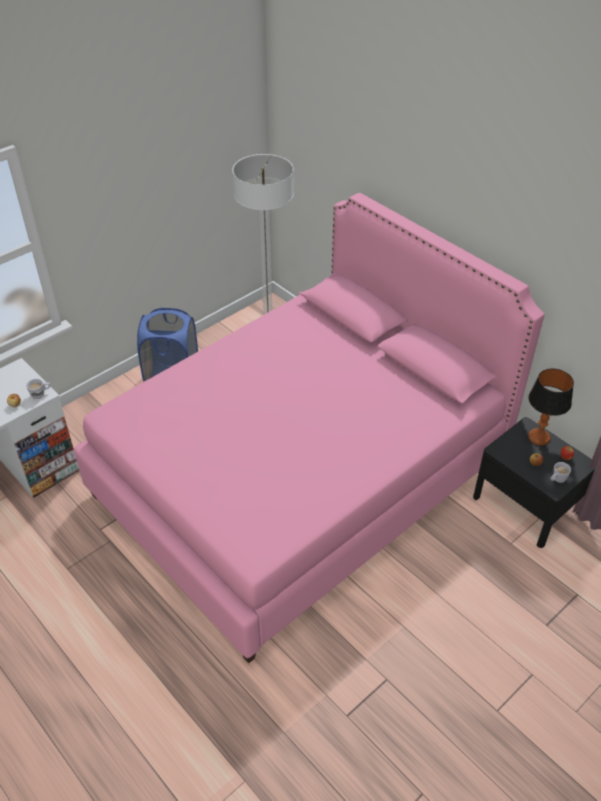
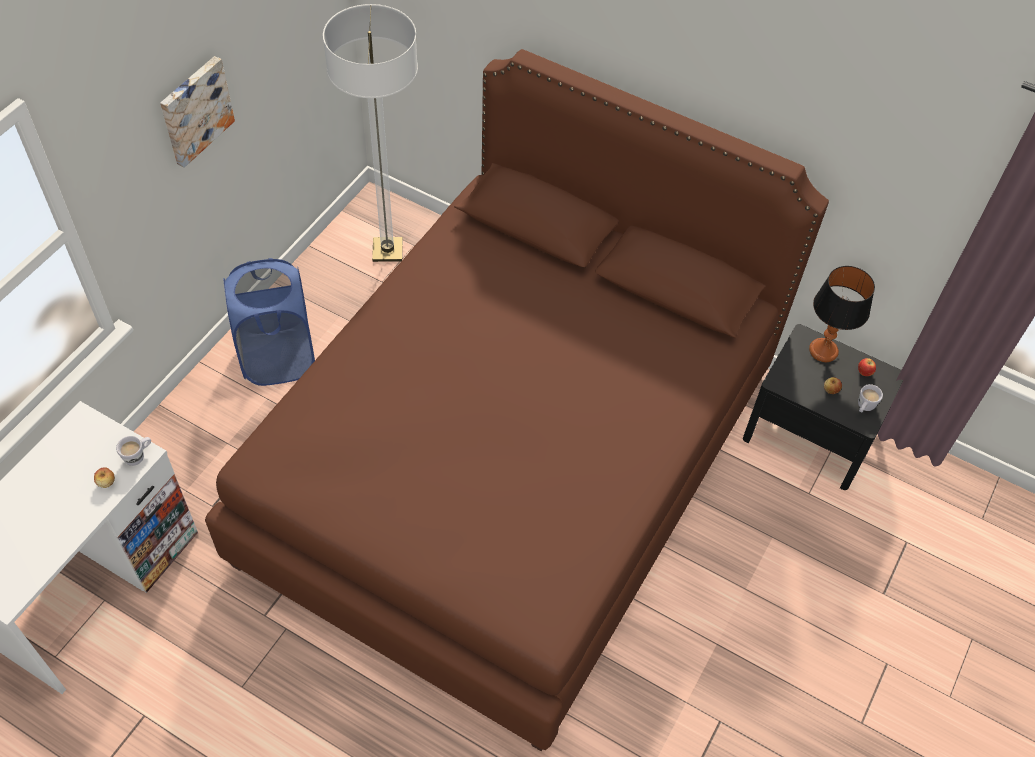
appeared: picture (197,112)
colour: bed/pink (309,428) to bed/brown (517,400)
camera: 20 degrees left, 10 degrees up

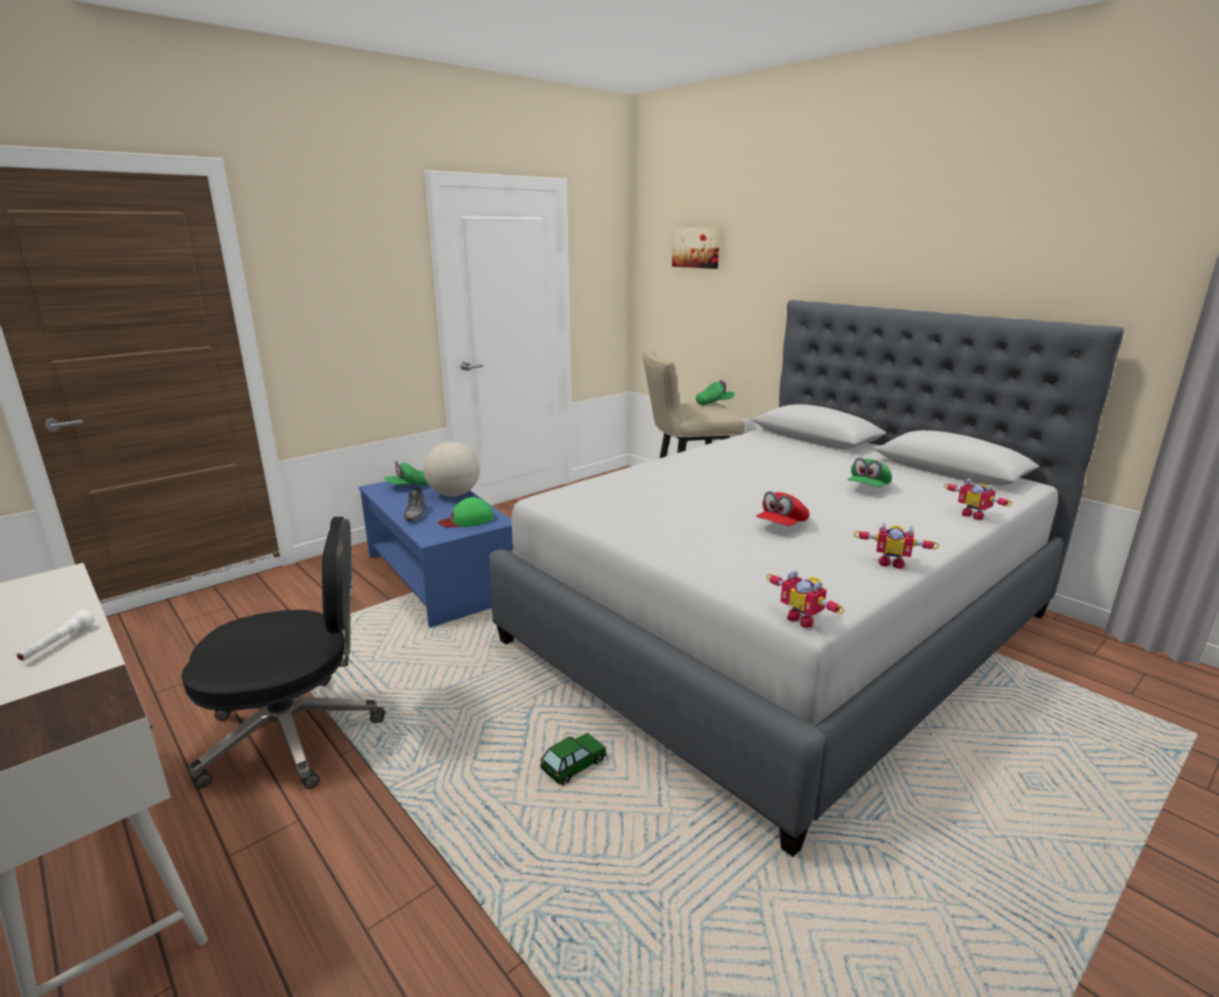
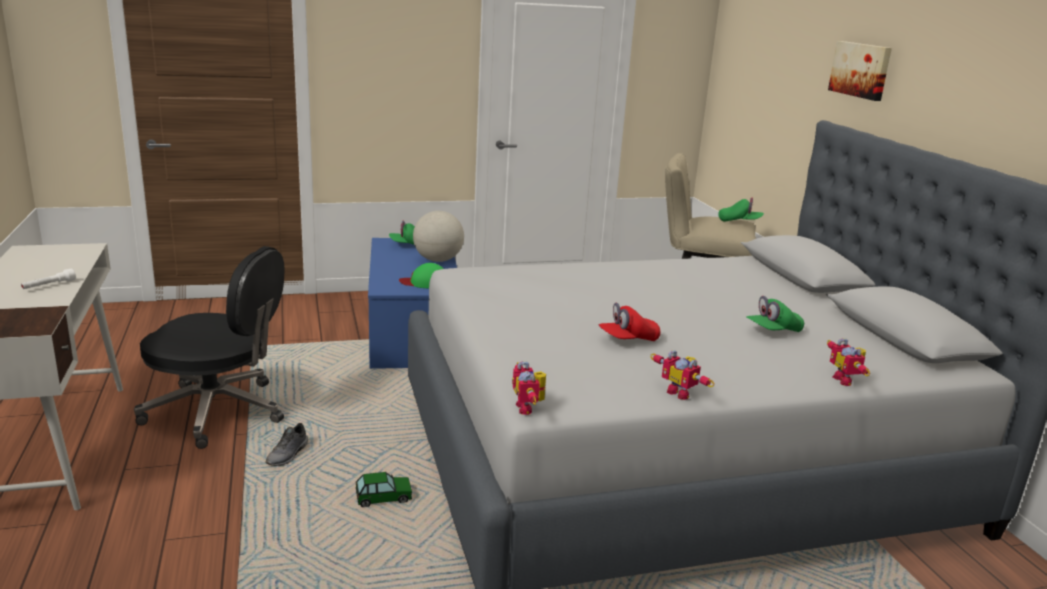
relocated: picture (696,248) to (860,71); shoe/grey (415,504) to (286,444)
camera: 25 degrees right, 0 degrees up

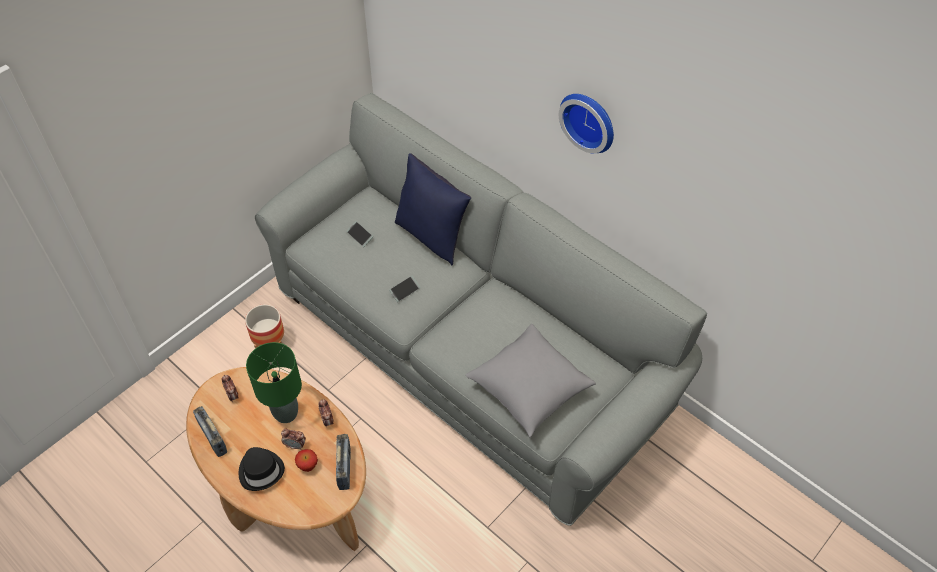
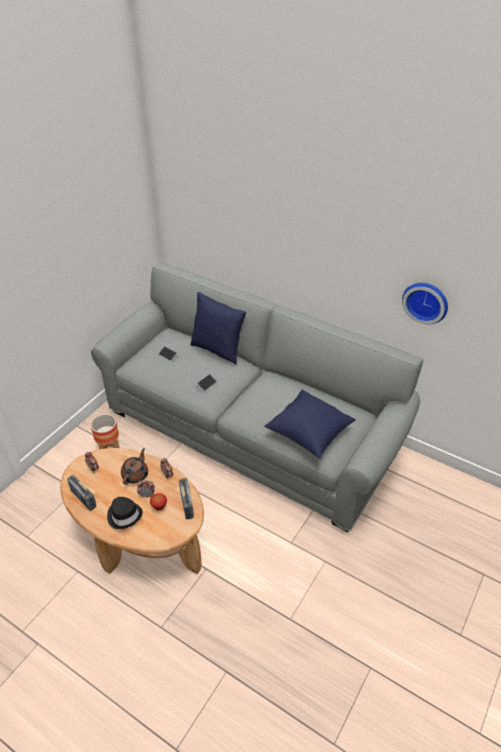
relocated: wall clock (586,123) to (425,303)
exchanged: table lamp/green (274,382) to teapot/brown (134,466)
colour: pillow/grey (530,381) to pillow/blue (310,424)
camera: 10 degrees left, 10 degrees down

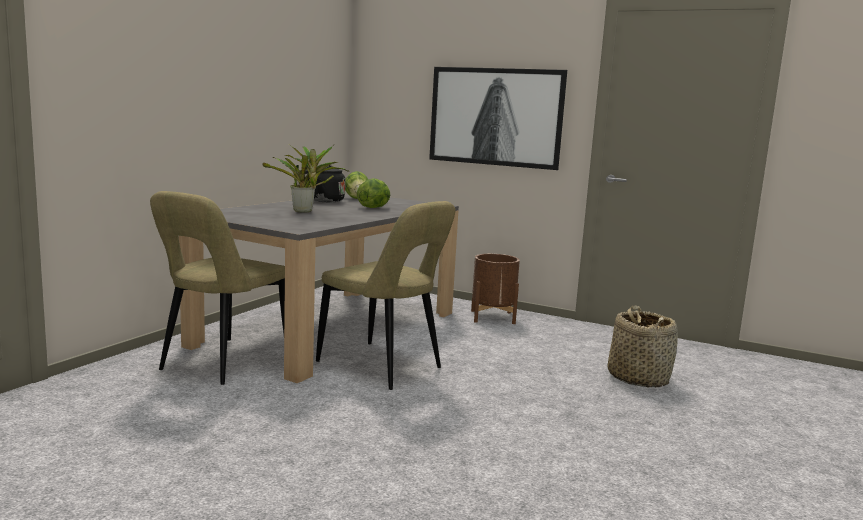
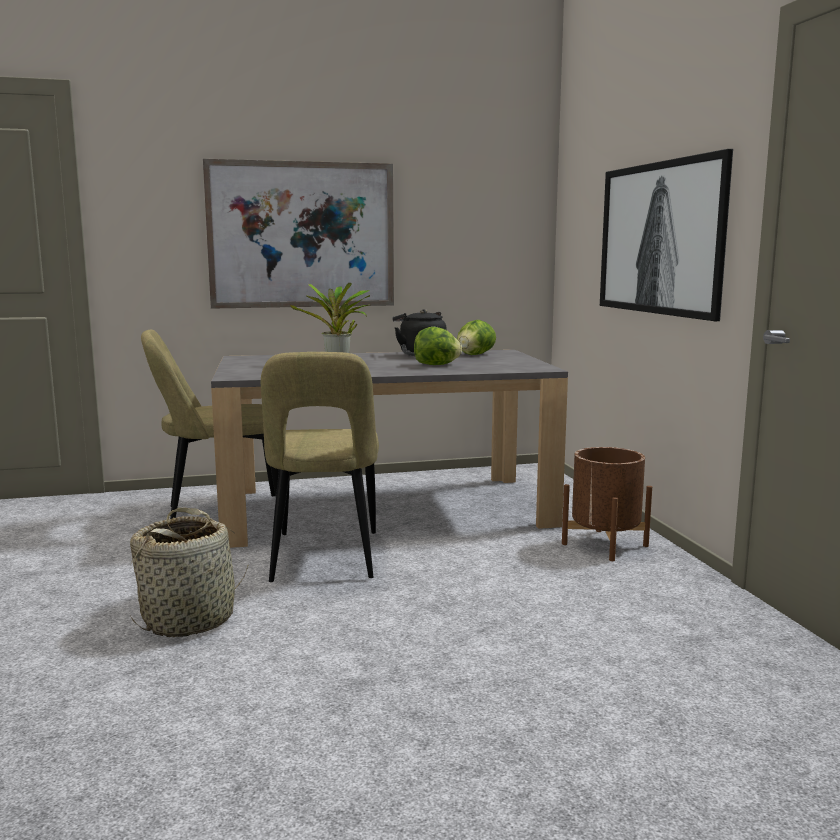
appeared: picture (298,234)
relocated: basket (643,346) to (189,572)
camera: 50 degrees right, 0 degrees up

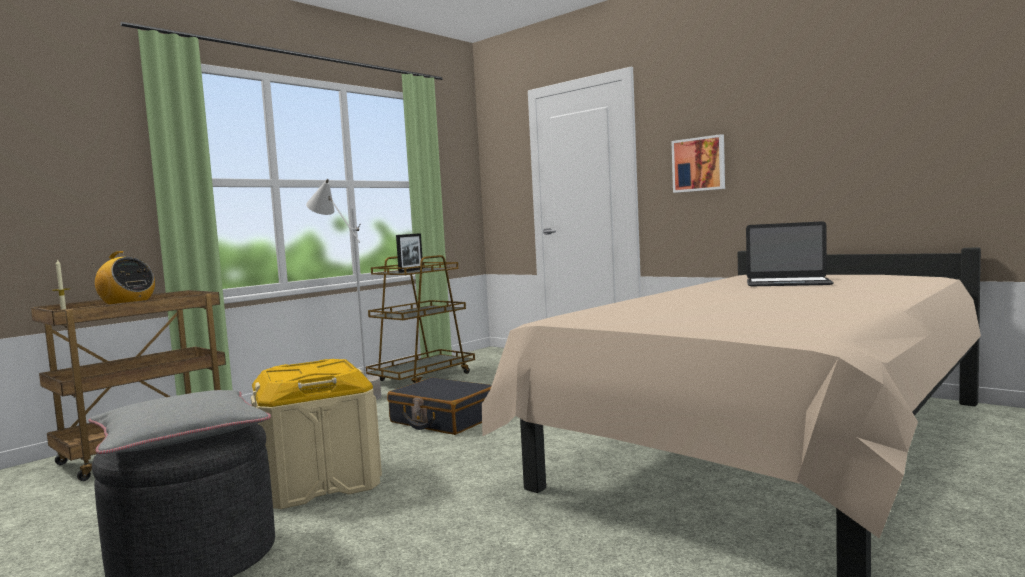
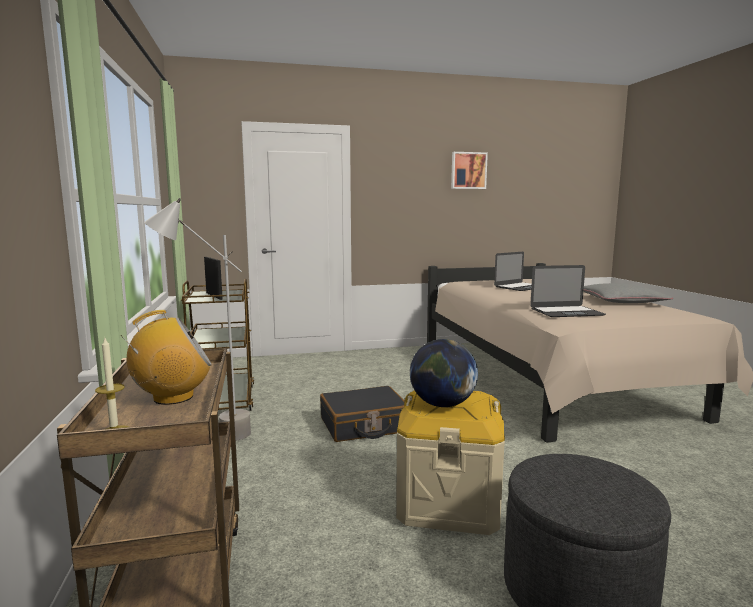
appeared: laptop (568,291); globe (444,373)
relocated: picture (698,163) to (469,170); pillow/grey (180,422) to (628,293)
camera: 55 degrees left, 5 degrees up

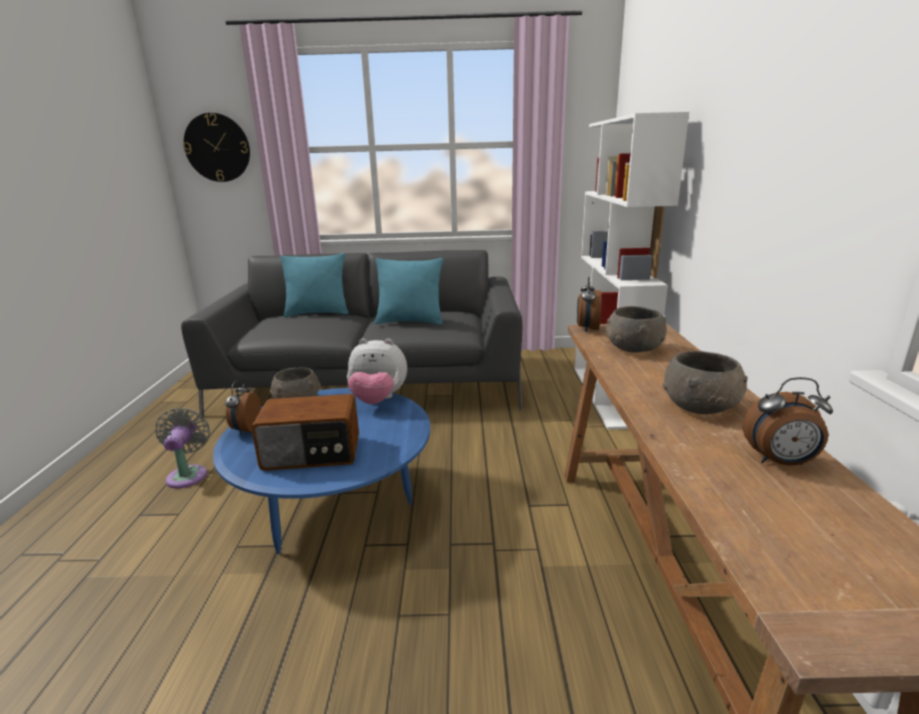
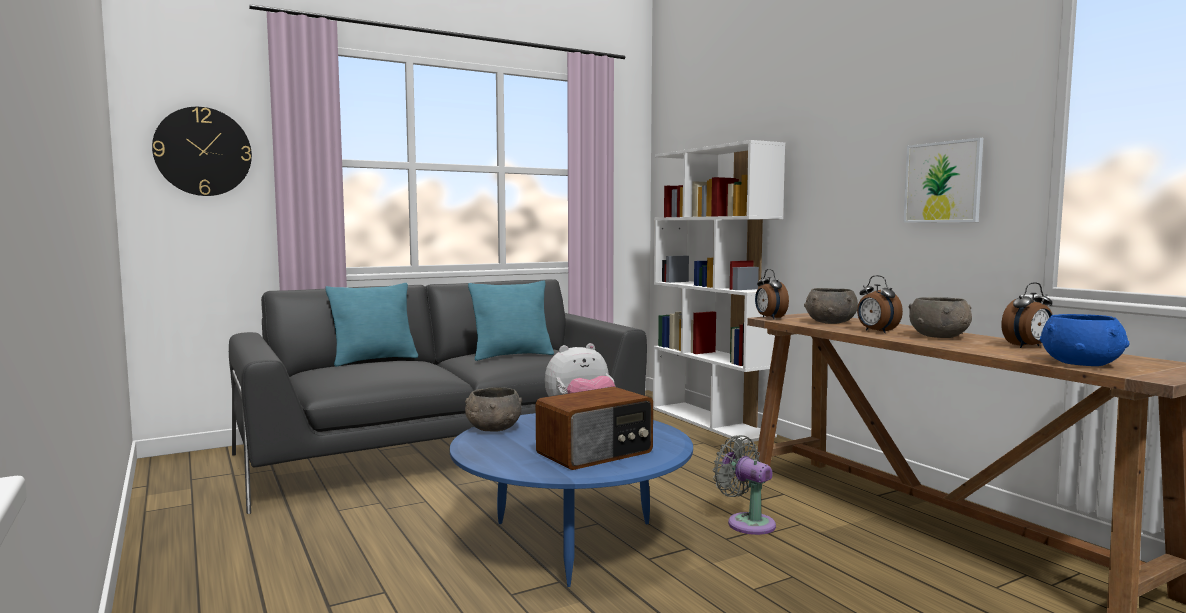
appeared: picture (943,180); bowl/blue (1085,340)
relocated: alarm clock (243,407) to (880,304); fan/grey (182,448) to (744,485)
camera: 30 degrees left, 15 degrees down

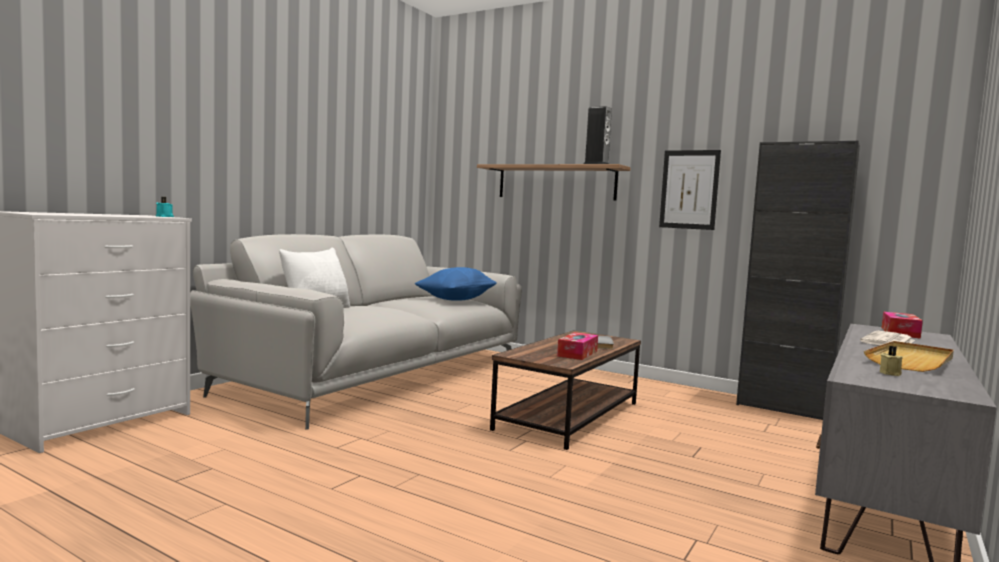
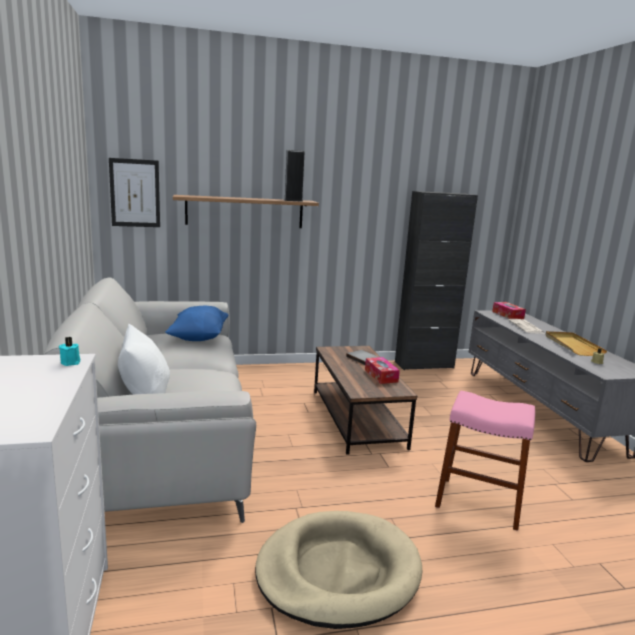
appeared: stool/pink (485,461); dog bed/beige (338,570)
relocated: picture (690,190) to (134,192)
camera: 45 degrees left, 10 degrees up

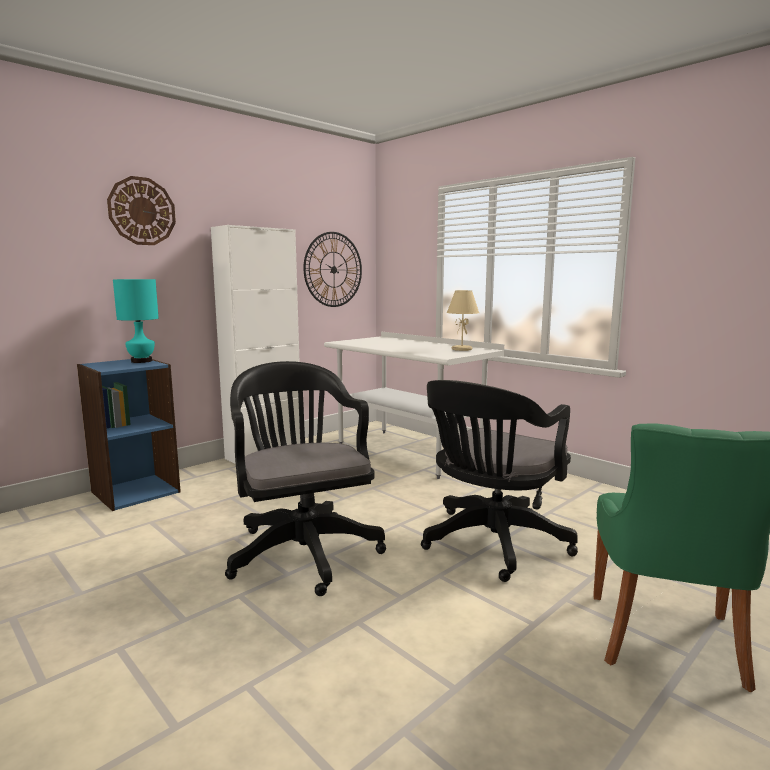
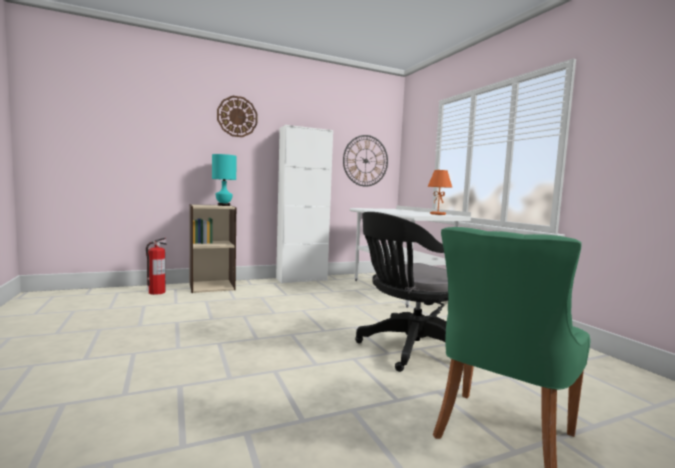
missing: office chair/black (305,478)
appeared: fire extinguisher (156,266)
colour: table lamp/beige (463,320) to table lamp/orange (439,192); bookcase/blue (129,435) to bookcase/beige (212,248)
camera: 20 degrees right, 5 degrees down

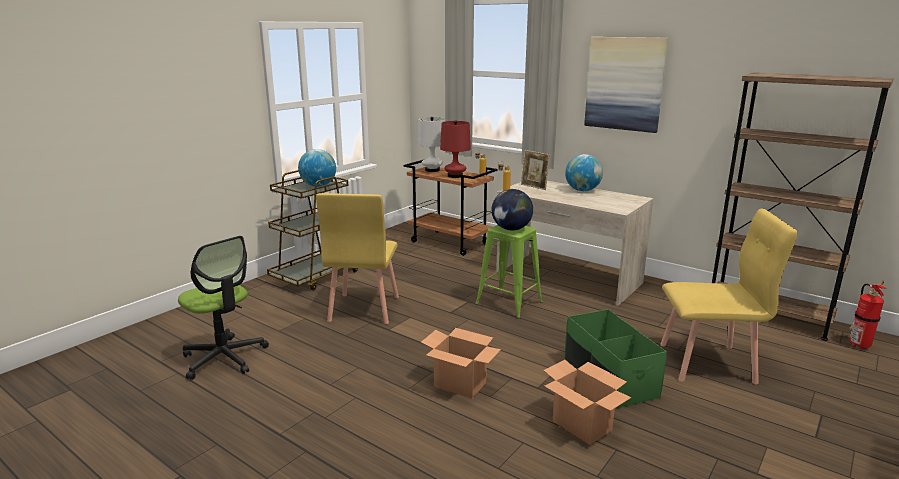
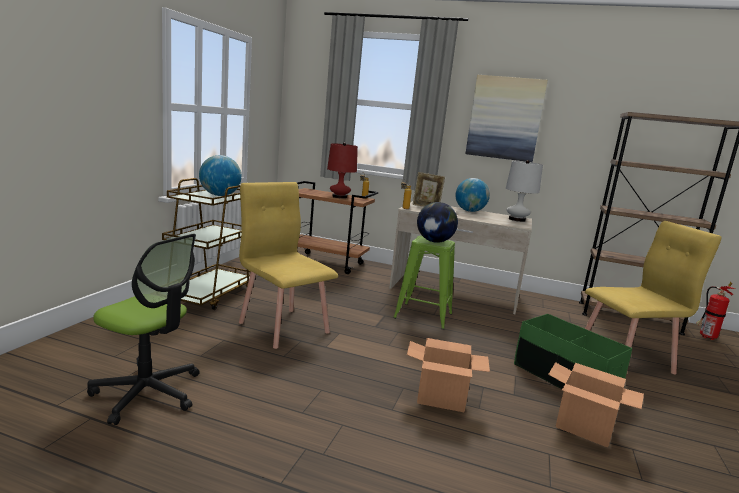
relocated: table lamp/white (432,144) to (524,191)
spun: chair/yellow (357,258) = (288,265) 150 degrees clockwise
camera: 20 degrees left, 5 degrees down

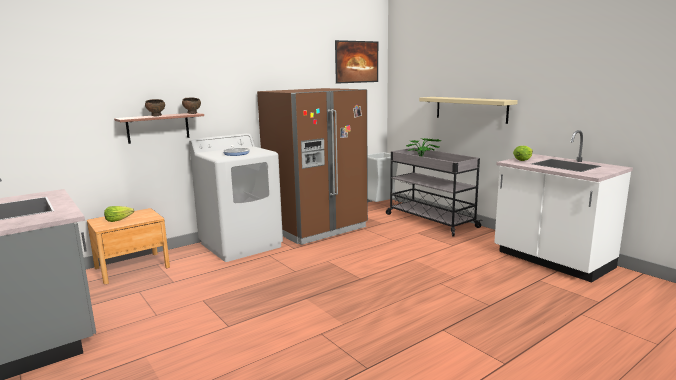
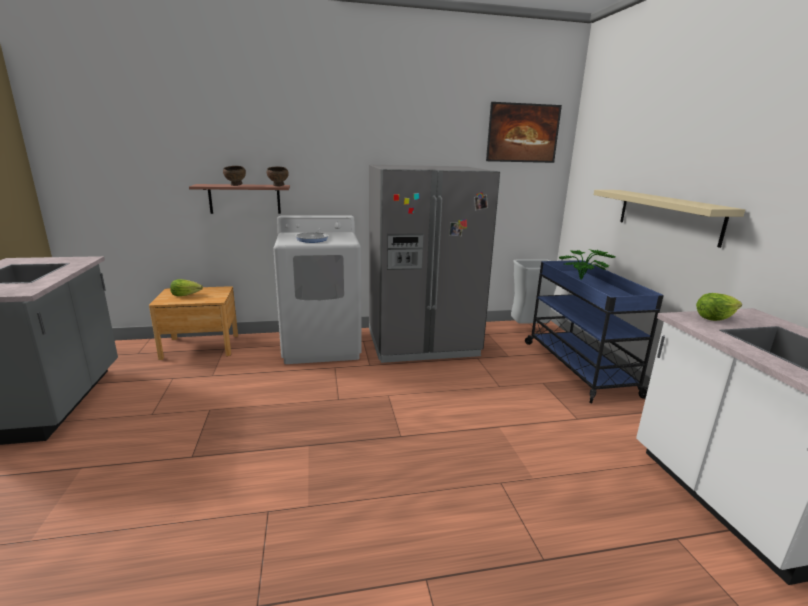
colour: fridge/brown (312,166) to fridge/grey (434,264); cart/grey (434,192) to cart/blue (594,331)
camera: 25 degrees right, 5 degrees up

